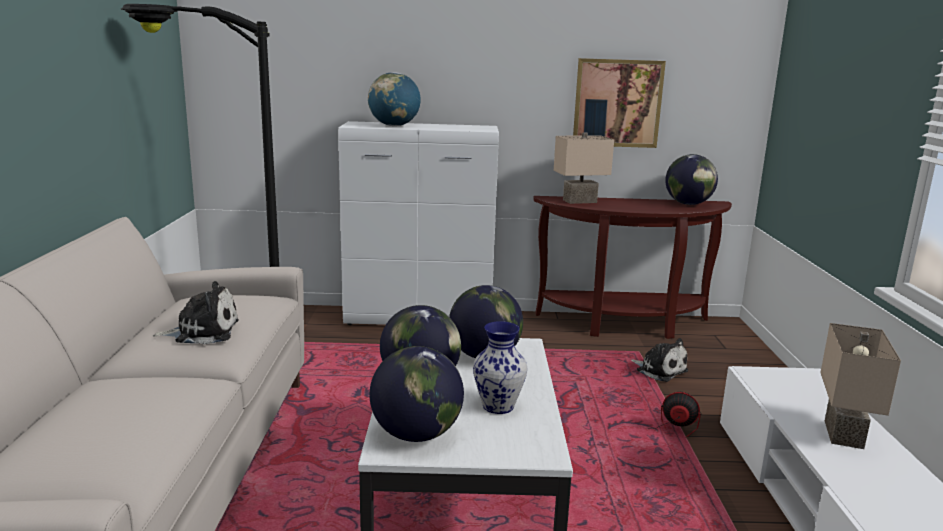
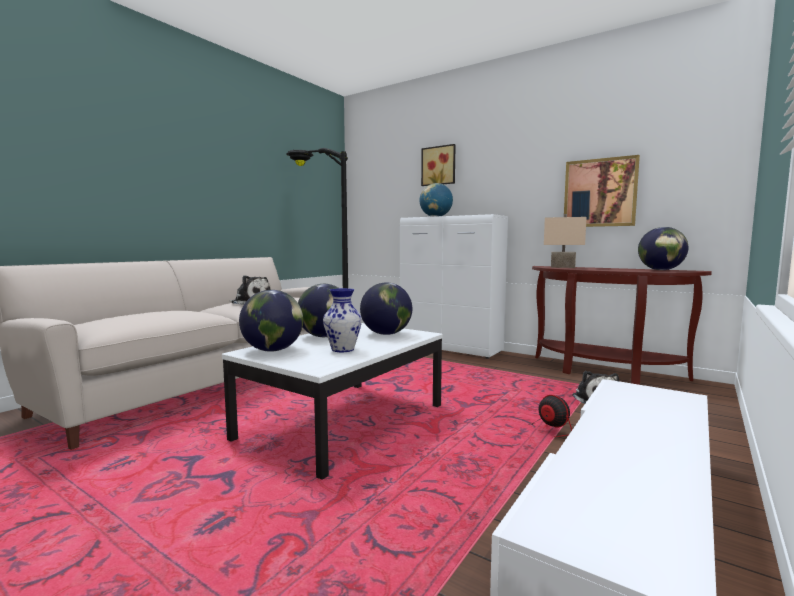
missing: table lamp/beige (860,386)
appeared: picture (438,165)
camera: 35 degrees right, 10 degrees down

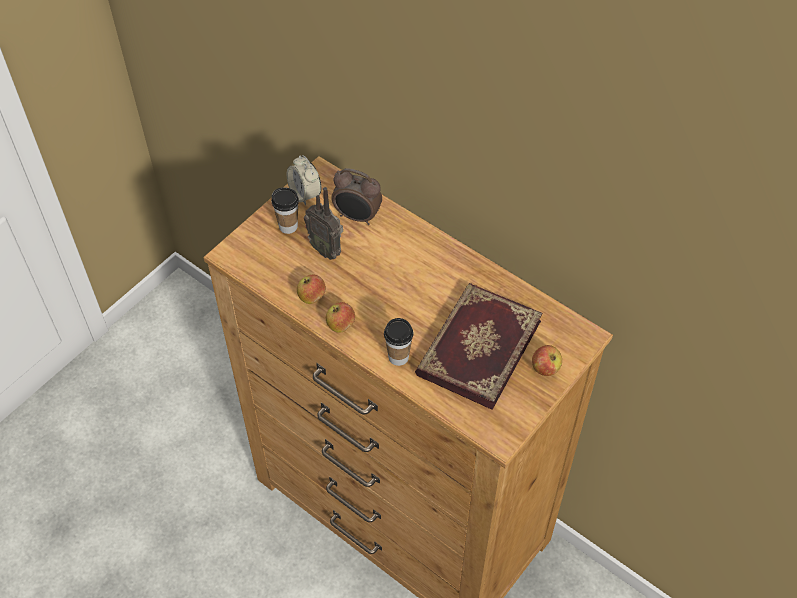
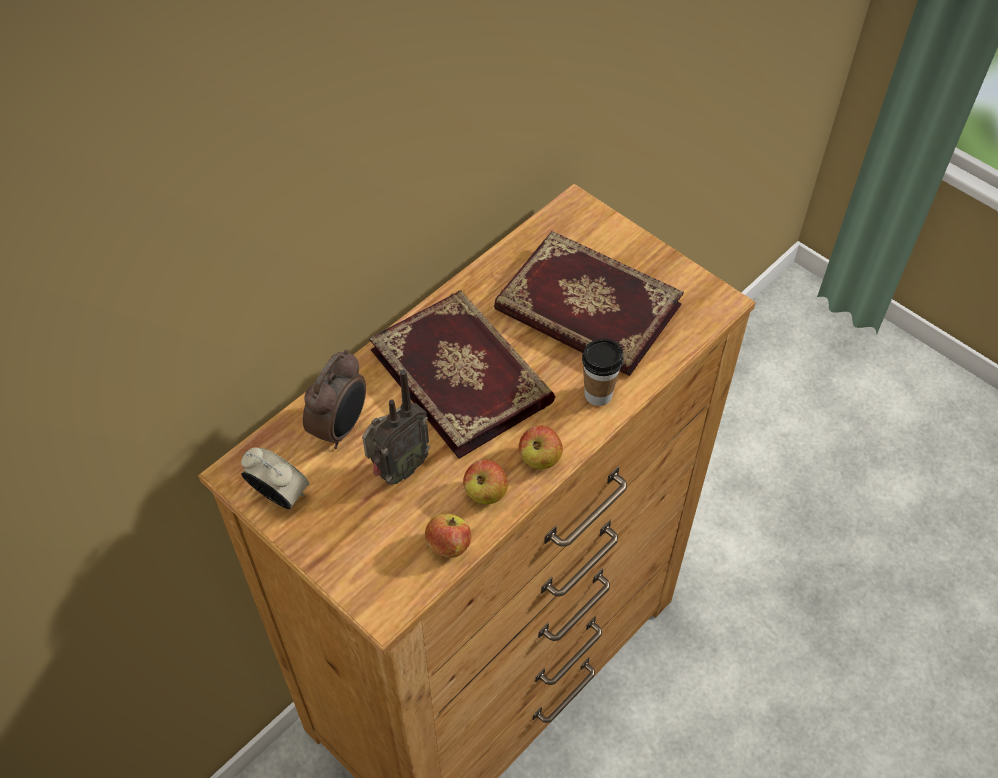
missing: cup (285,210)
appeared: book (462,374)
relocated: apple (547,360) to (448,535)
spun: alarm clock (304,180) = (275,478) 120 degrees counterclockwise
camera: 85 degrees left, 0 degrees up

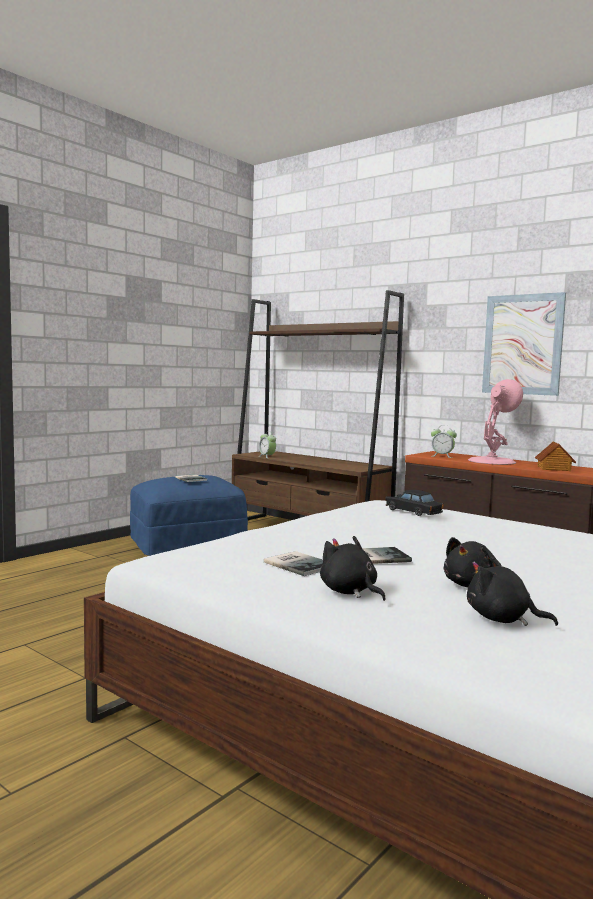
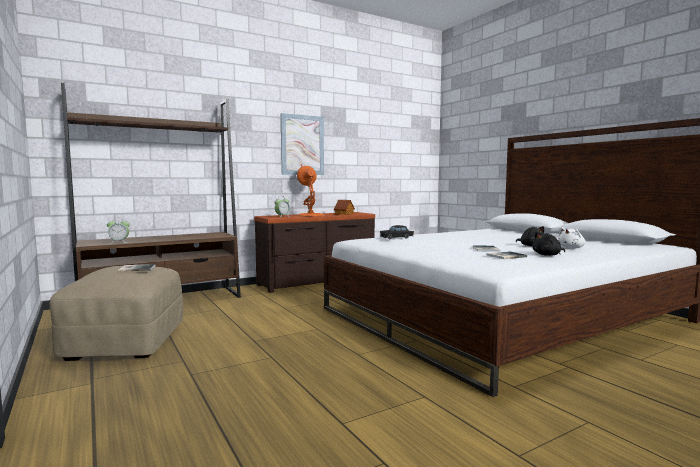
colour: table lamp/pink (495,422) to table lamp/orange (311,191); ottoman/blue (189,515) to ottoman/beige (116,313); plush toy/black (512,591) to plush toy/white (572,238)
camera: 70 degrees left, 0 degrees up

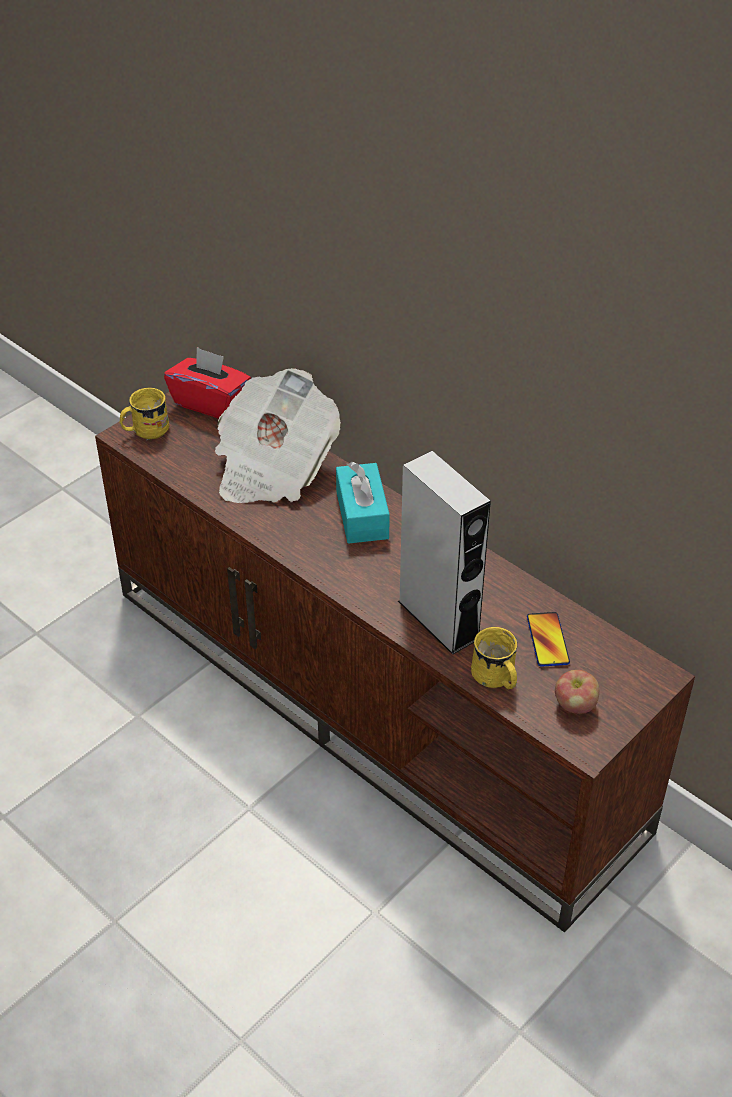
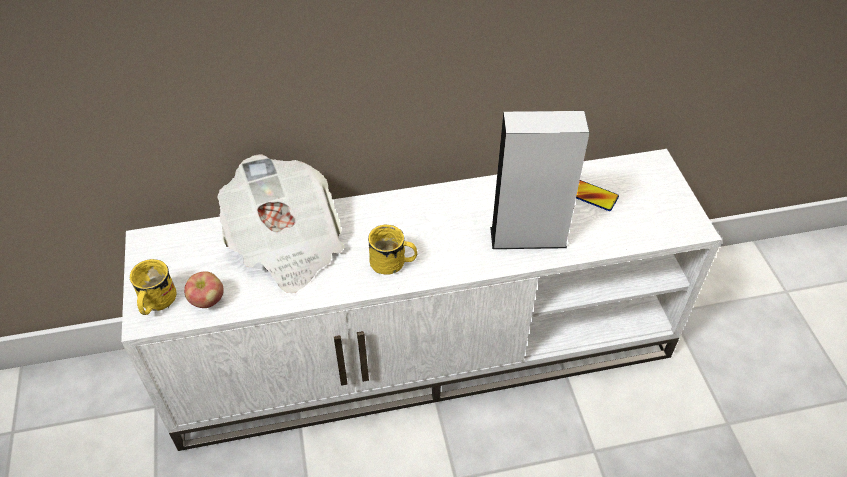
missing: tissue box/red (207,383); tissue box/turquoise (363,503)
relocated: mug/yellow (494,658) to (392,250); apple (577,692) to (204,289)
colour: tv stand/brown (395,662) to tv stand/white (421,300)
camera: 55 degrees left, 5 degrees up

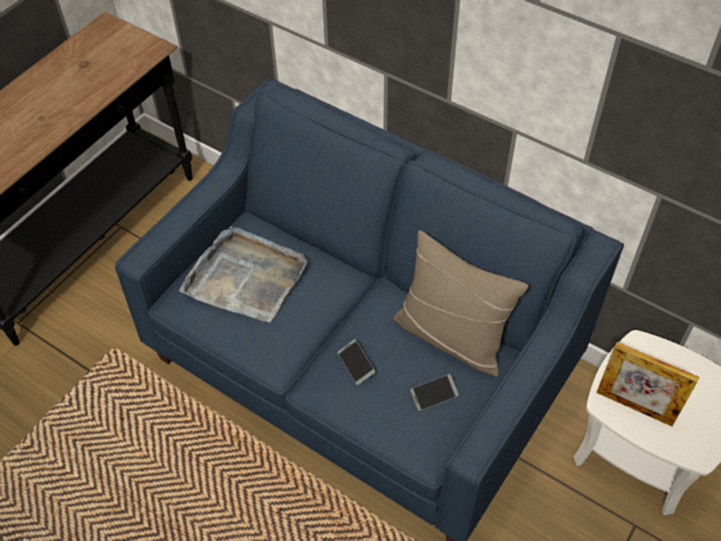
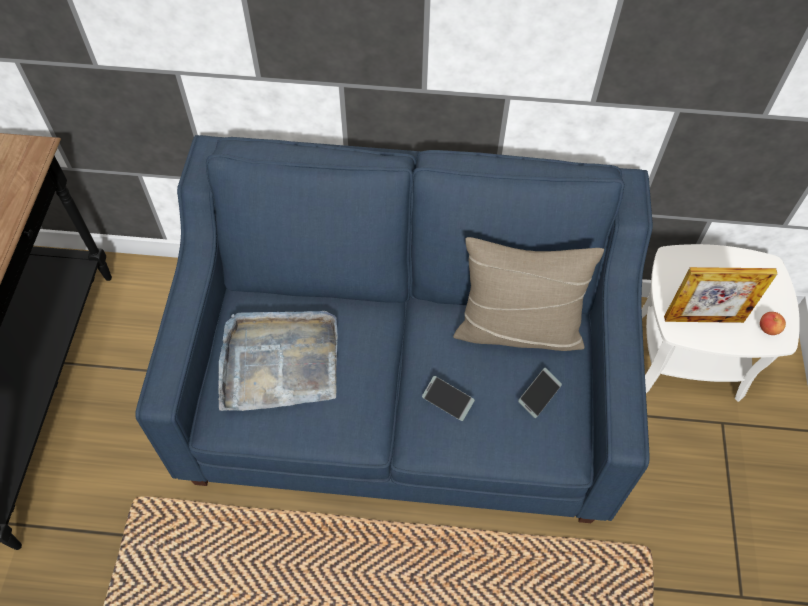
appeared: apple (773,323)
camera: 30 degrees left, 5 degrees up

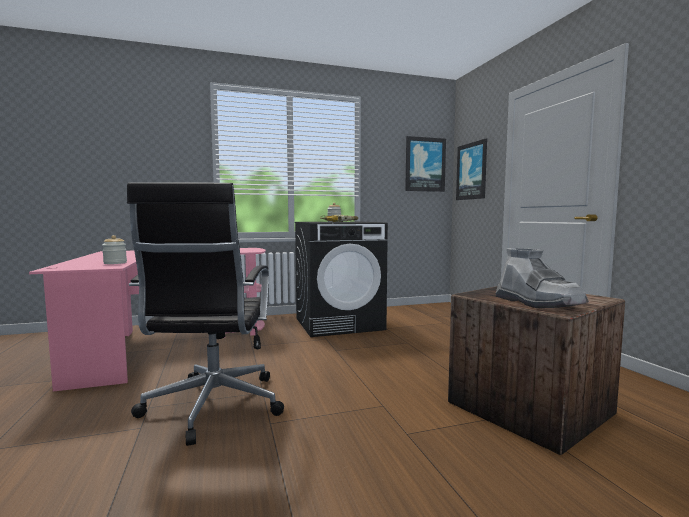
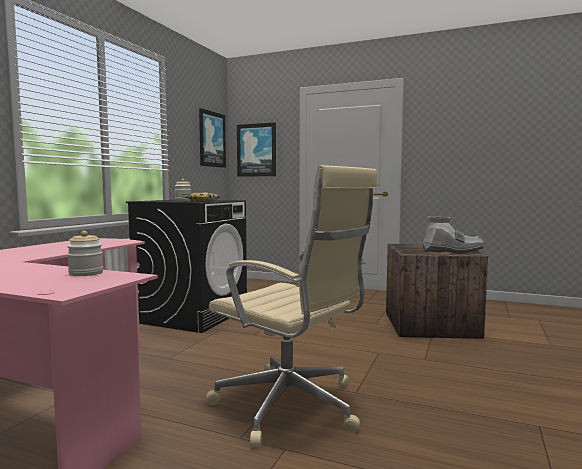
colour: office chair/black (205,314) to office chair/beige (292,306)
camera: 50 degrees left, 0 degrees up

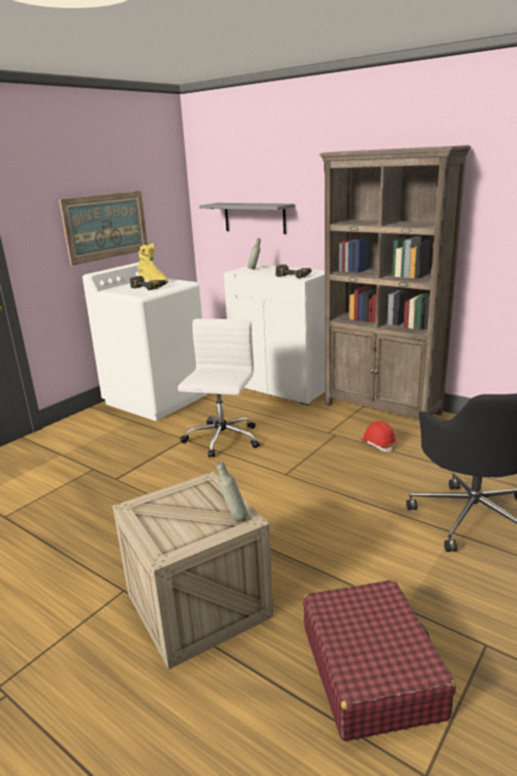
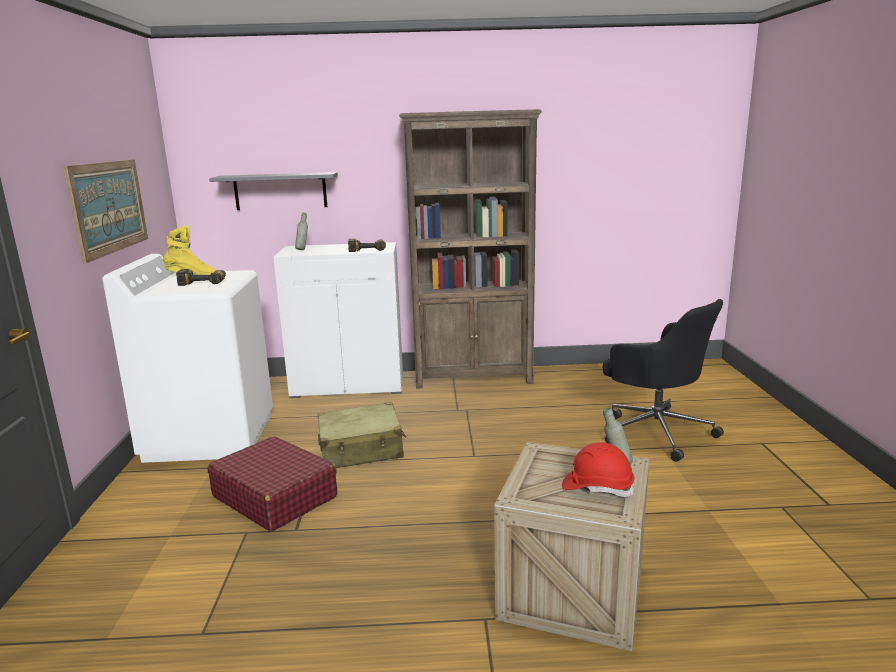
relocated: hard hat/red (378,436) to (598,469); suitcase/red (379,660) to (272,484)
exchanged: office chair/white (219,388) to suitcase/beige (362,435)
camera: 40 degrees left, 5 degrees down

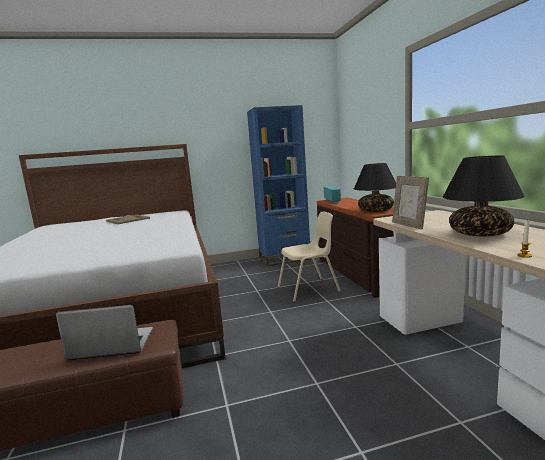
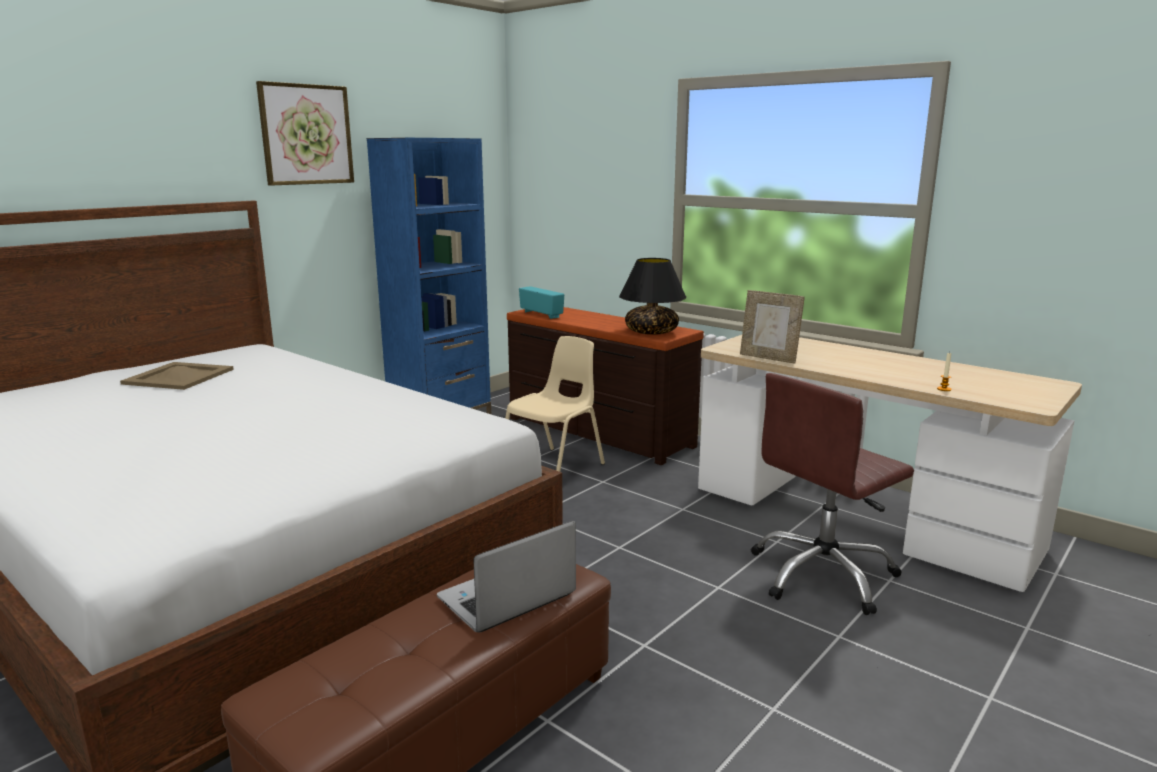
missing: table lamp/black (483,196)
appeared: picture (305,133); office chair/brown (832,494)
camera: 35 degrees left, 5 degrees up

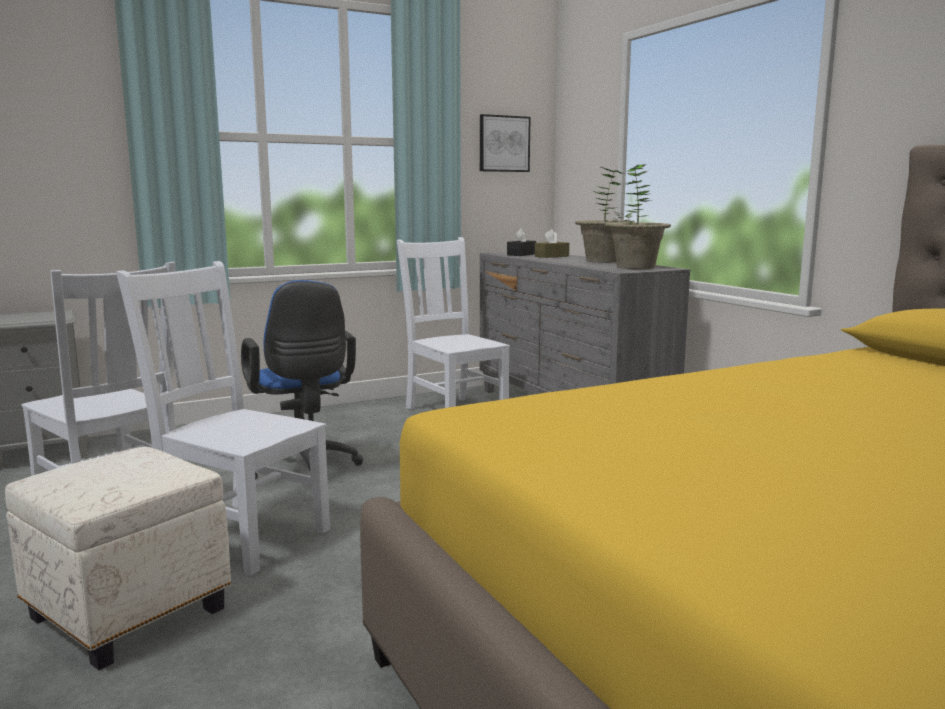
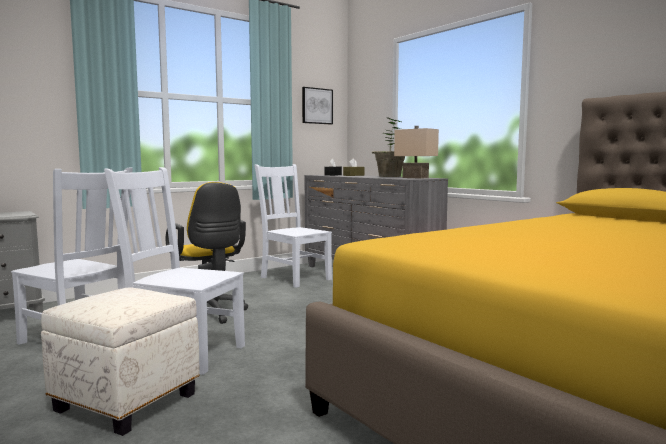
exchanged: potted plant (638,217) to table lamp/beige (416,152)
colour: office chair/blue (302,380) to office chair/yellow (207,253)
camera: 10 degrees left, 5 degrees down

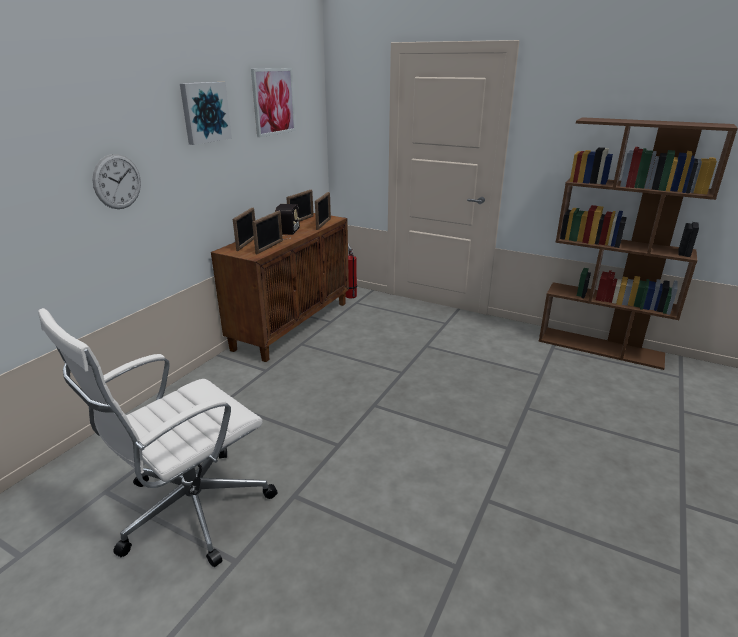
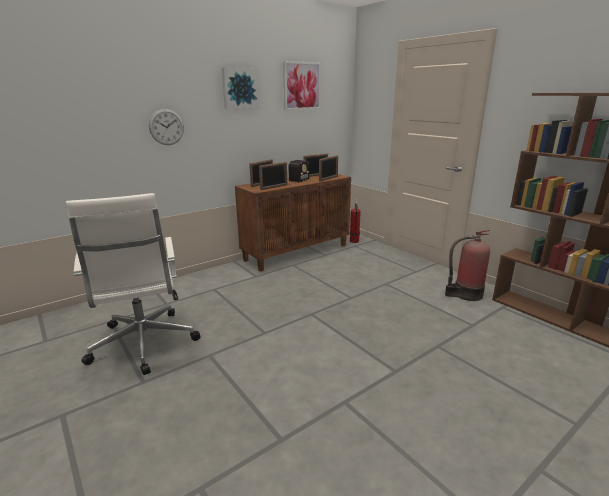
appeared: fire extinguisher (467,265)
spun: office chair/white (158,437) = (133,284) 90 degrees counterclockwise
camera: 25 degrees right, 5 degrees down

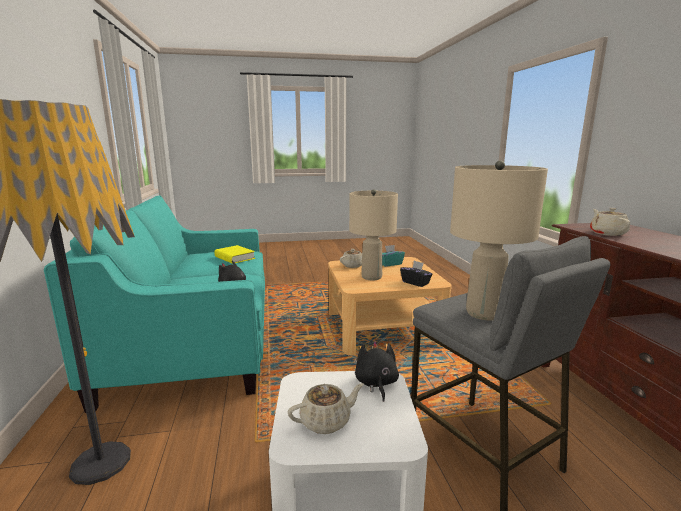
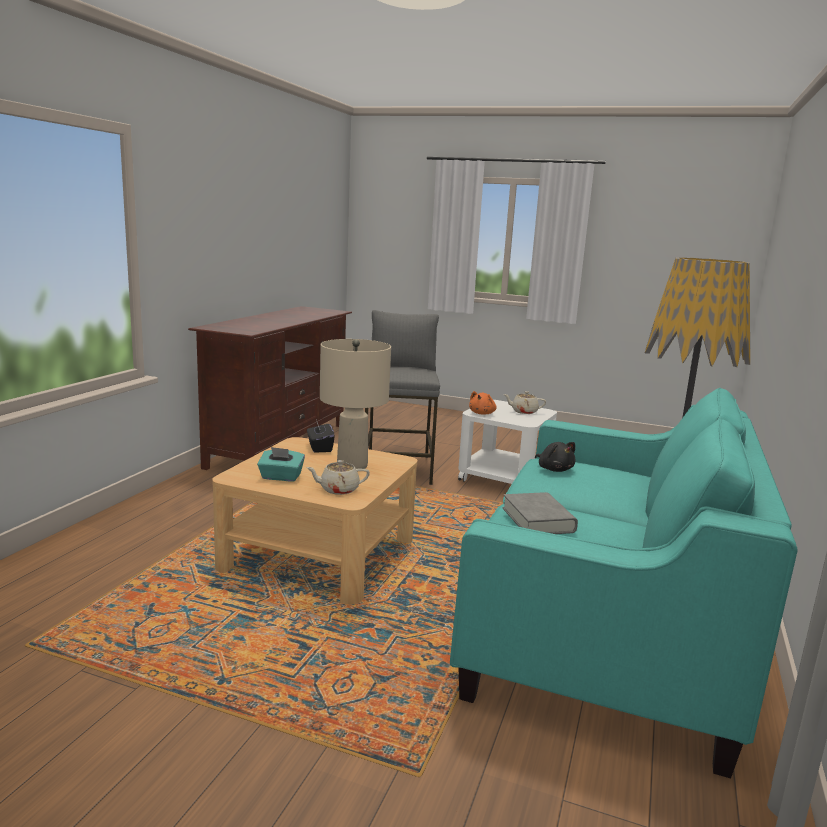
missing: table lamp/beige (499,240); teapot/beige (610,222)
colour: book/yellow (234,254) to book/grey (540,513); plush toy/black (377,371) to plush toy/orange (483,403)
camera: 150 degrees left, 0 degrees up

